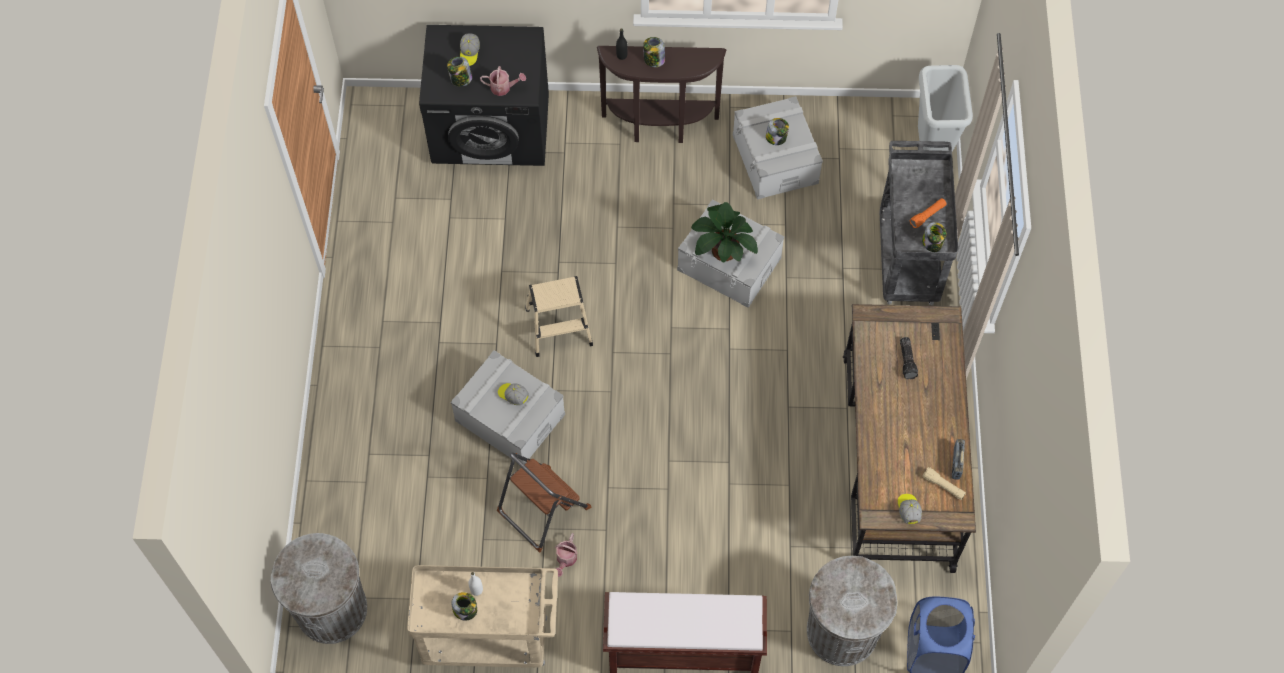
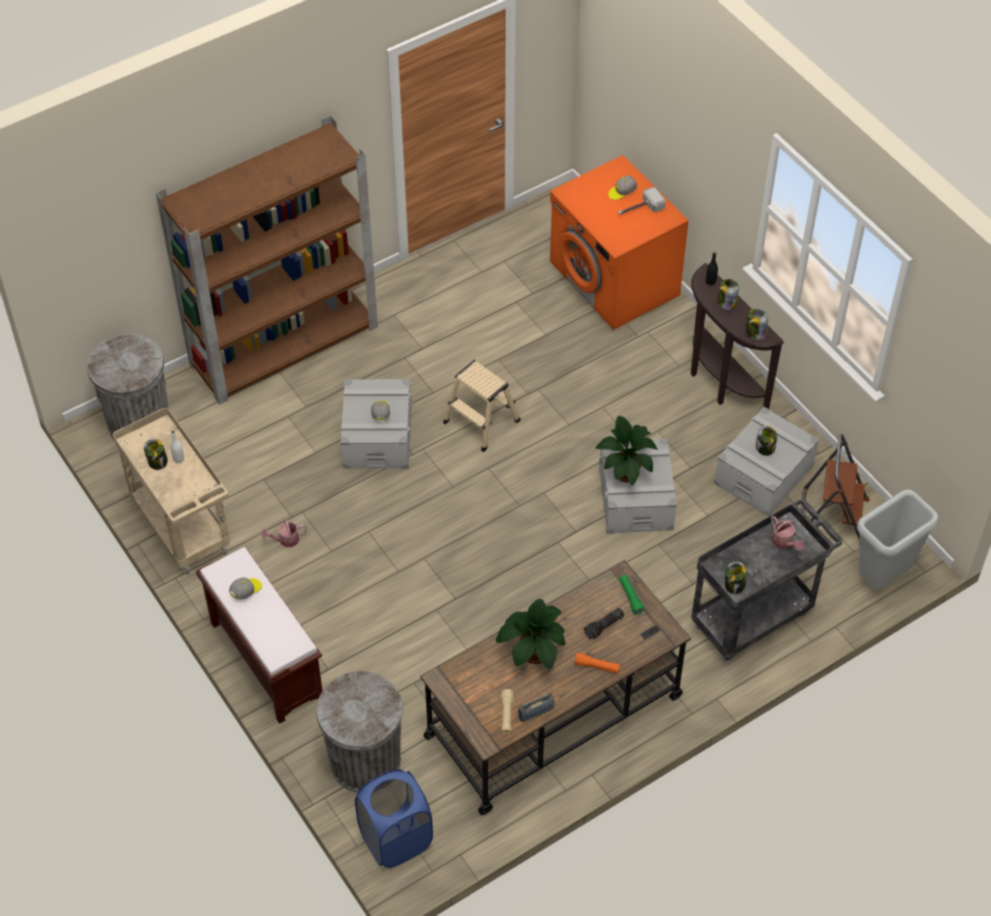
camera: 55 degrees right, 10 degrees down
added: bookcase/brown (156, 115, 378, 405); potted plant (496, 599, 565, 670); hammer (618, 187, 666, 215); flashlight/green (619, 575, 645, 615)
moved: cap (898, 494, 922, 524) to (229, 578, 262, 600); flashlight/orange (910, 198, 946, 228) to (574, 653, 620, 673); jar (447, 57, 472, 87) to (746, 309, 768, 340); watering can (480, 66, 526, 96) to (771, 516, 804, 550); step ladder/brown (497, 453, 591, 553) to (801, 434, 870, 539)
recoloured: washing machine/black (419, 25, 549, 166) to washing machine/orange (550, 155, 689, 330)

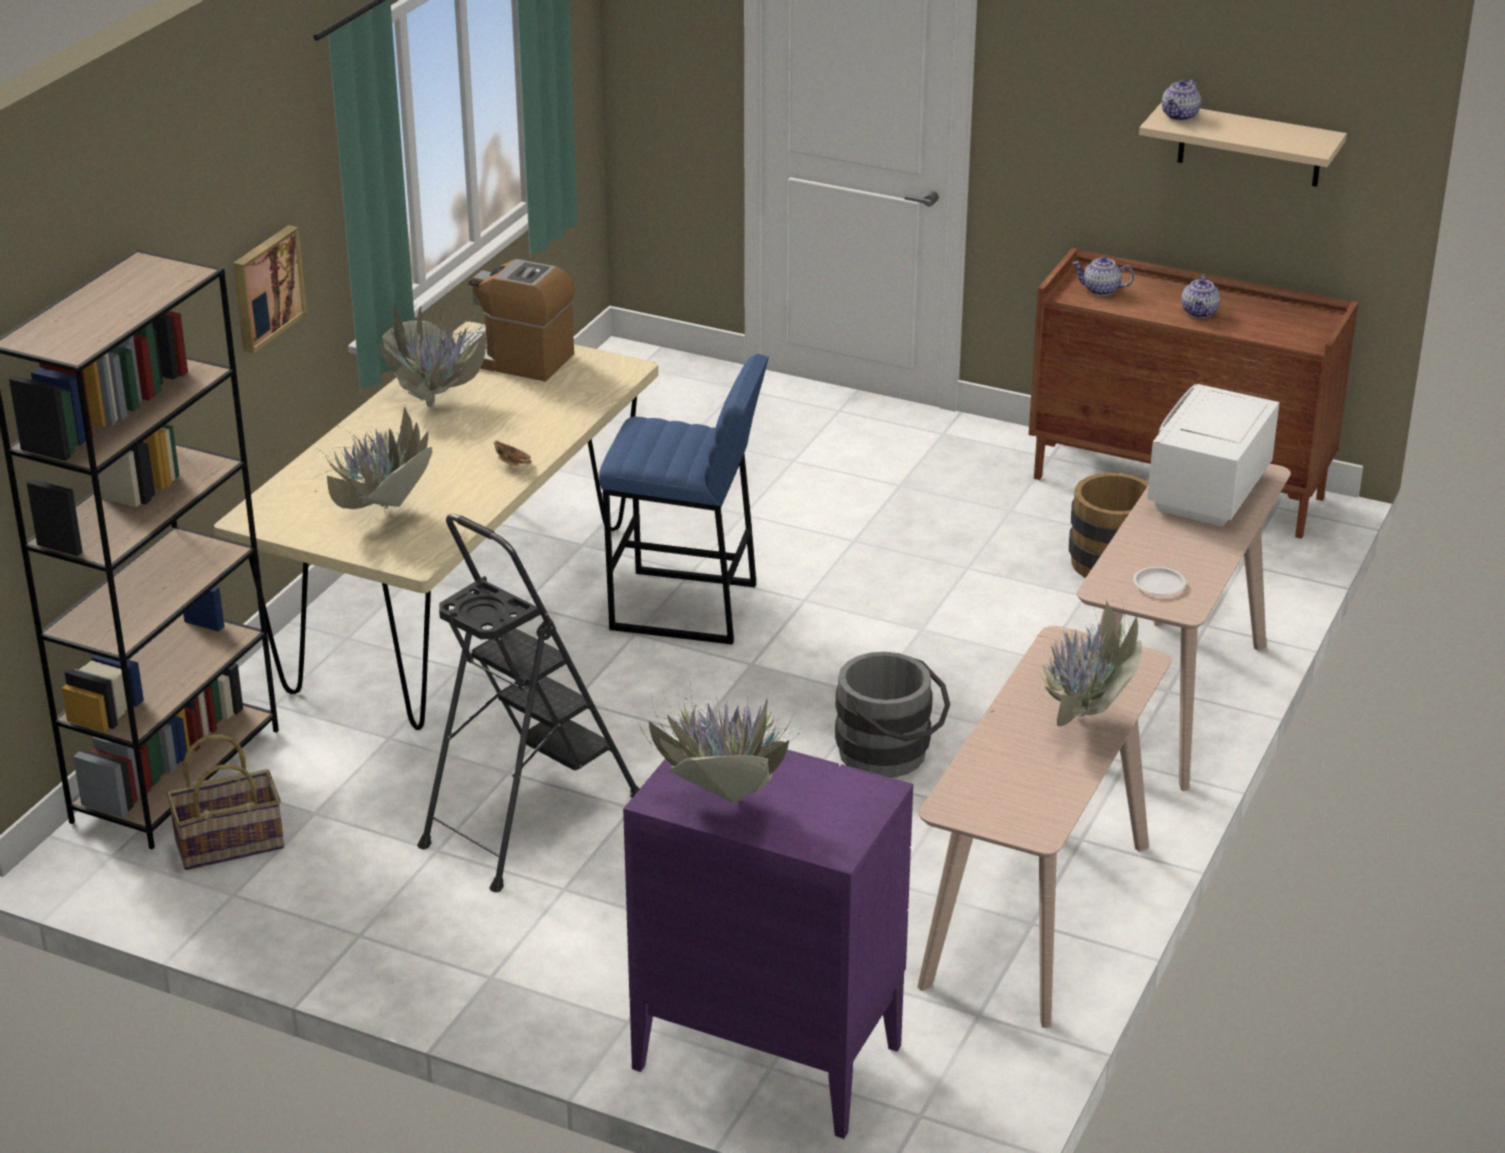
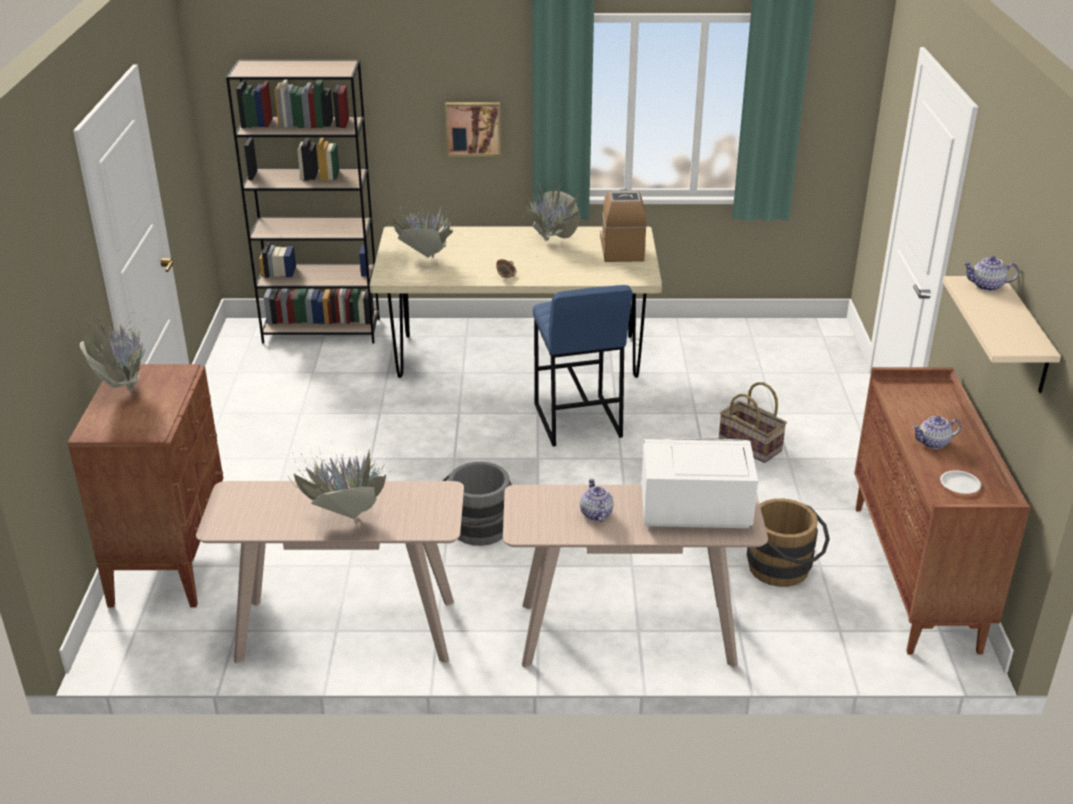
camera: 65 degrees right, 0 degrees up
removed: step ladder (417, 514, 640, 893)
moved: teapot (1072, 256, 1134, 296) to (580, 479, 613, 522); basket (167, 734, 284, 870) to (719, 382, 787, 463); plate/white (1133, 567, 1186, 595) to (940, 470, 981, 494)
recoloured: dresser/purple (623, 726, 913, 1139) to dresser/brown (67, 364, 223, 608)

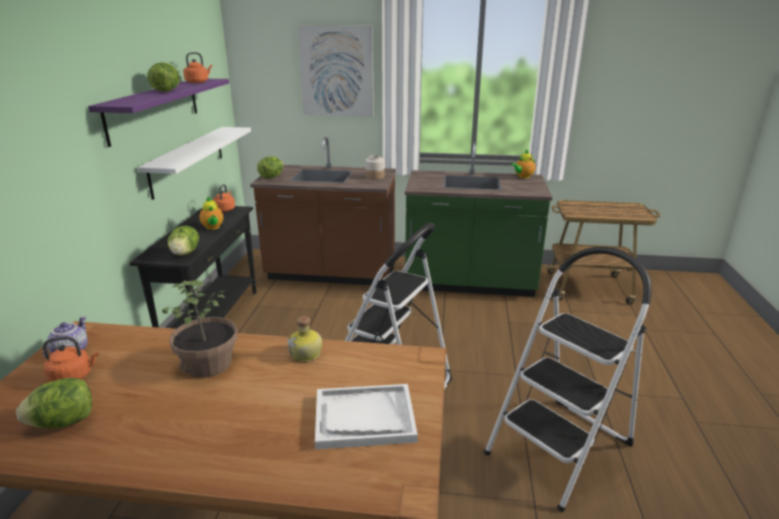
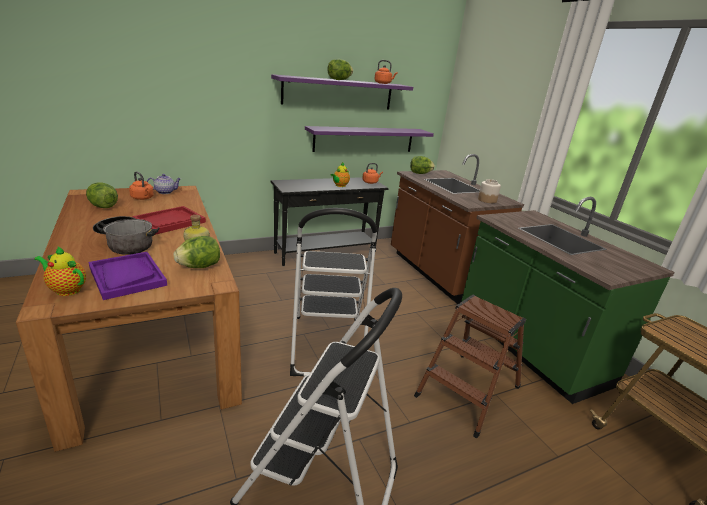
camera: 55 degrees right, 0 degrees up
removed: picture (298, 25, 374, 117)
added: cooking pot (93, 216, 160, 255); step ladder/brown (414, 294, 526, 438)
moved: teapot (511, 150, 535, 178) to (34, 246, 86, 296); lettuce (168, 225, 199, 256) to (173, 236, 220, 268)
replaced: potted plant (162, 280, 237, 378) to tray/red (133, 206, 206, 235)
recoloured: tray/white (315, 384, 418, 450) to tray/purple (89, 252, 167, 300); shelf/white (137, 127, 251, 200) to shelf/purple (305, 126, 434, 152)

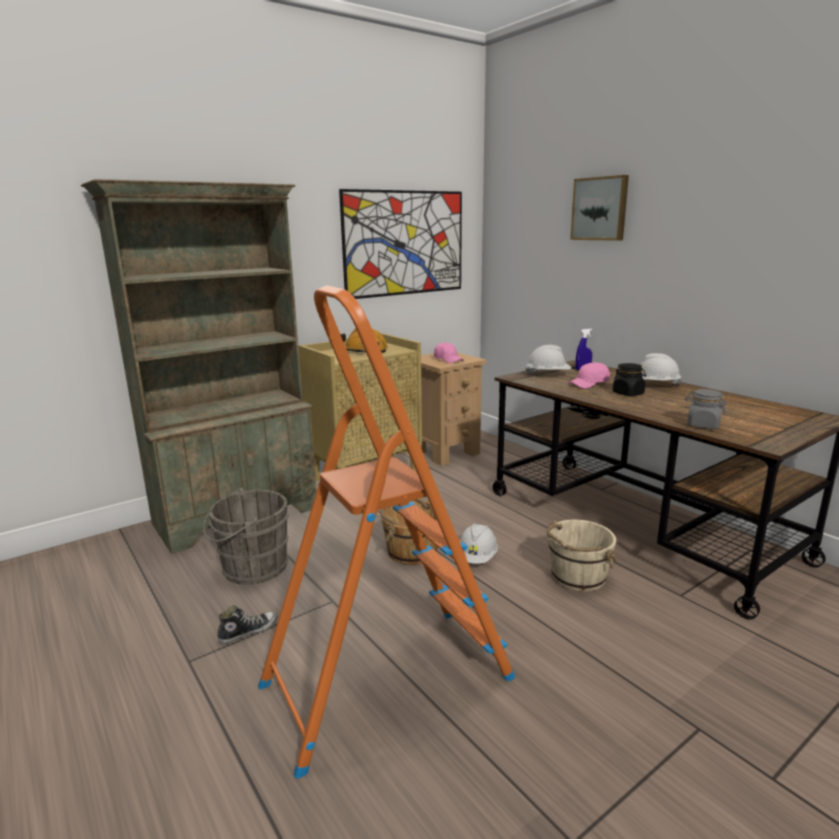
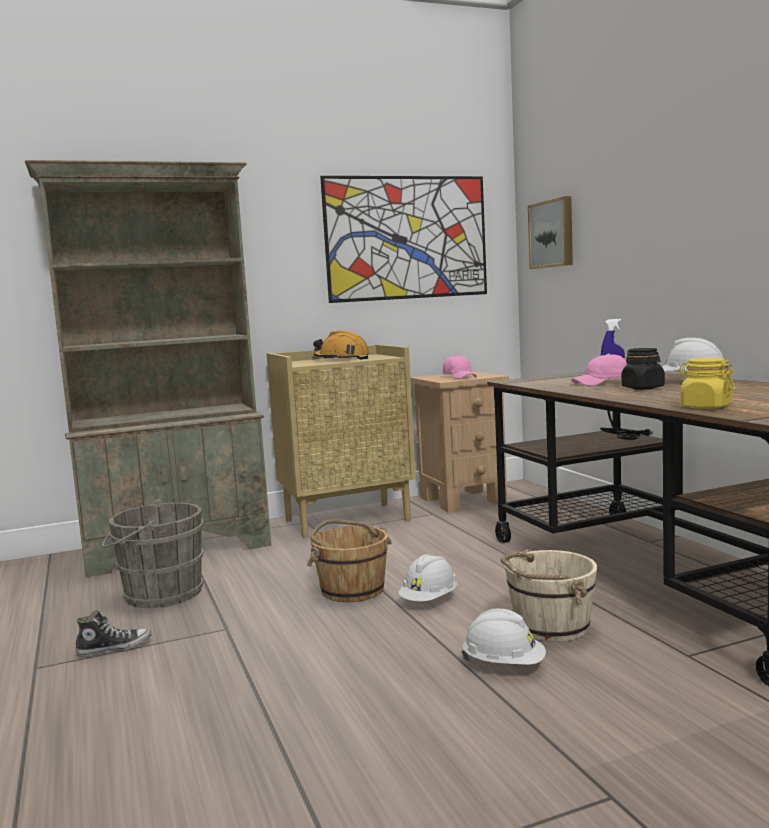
camera: 15 degrees right, 10 degrees down
removed: step ladder/orange (258, 285, 515, 779)
moved: hard hat/white (526, 345, 571, 375) to (461, 608, 546, 665); picture (570, 175, 629, 241) to (528, 196, 573, 269)
recoloured: jar/grey (685, 389, 727, 429) to jar/yellow (677, 358, 735, 409)

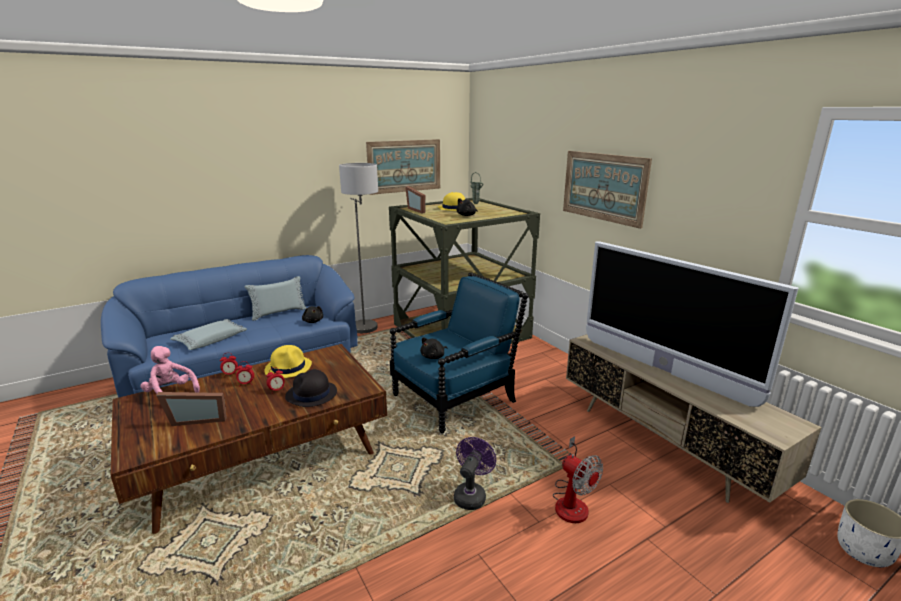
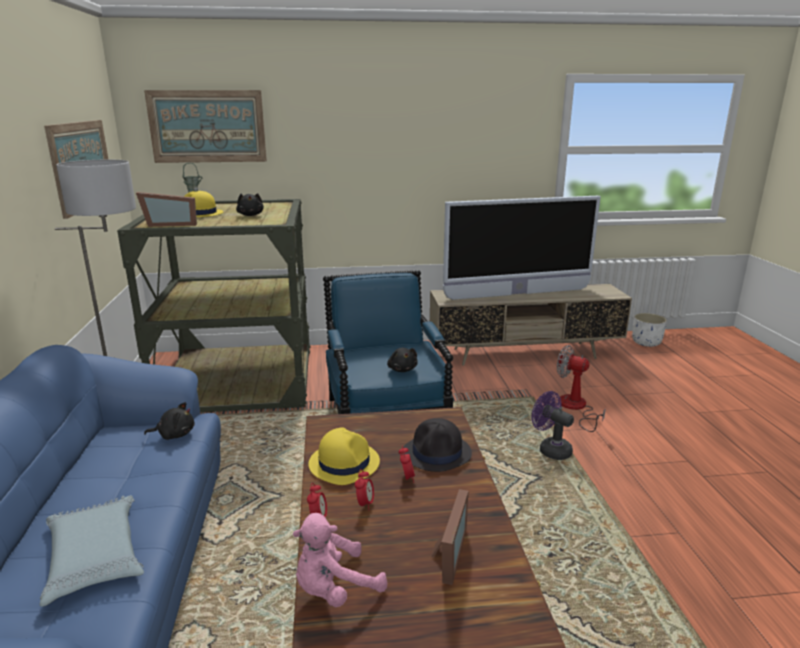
camera: 65 degrees left, 0 degrees up
removed: pillow/blue (245, 276, 306, 321)
moved: picture (563, 151, 652, 229) to (144, 90, 267, 163)
turned: fan (553, 436, 603, 523) = (557, 345, 606, 432) 135 degrees counterclockwise

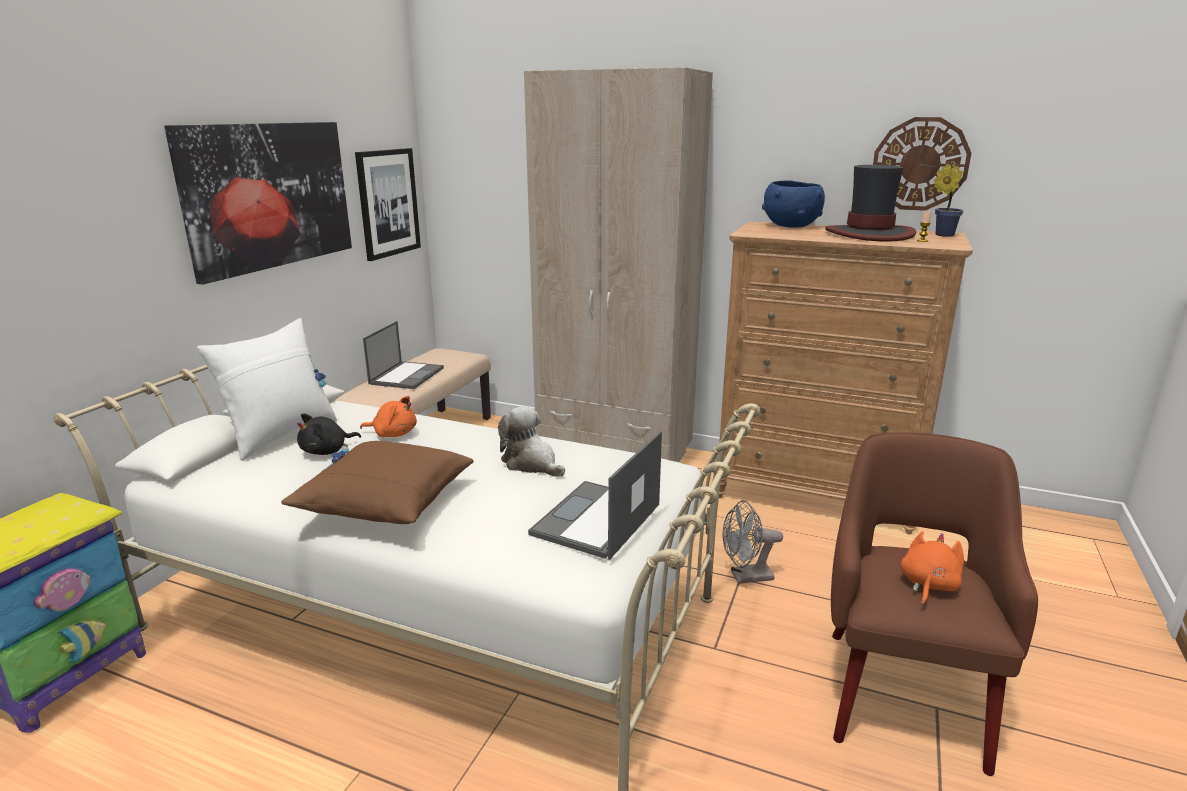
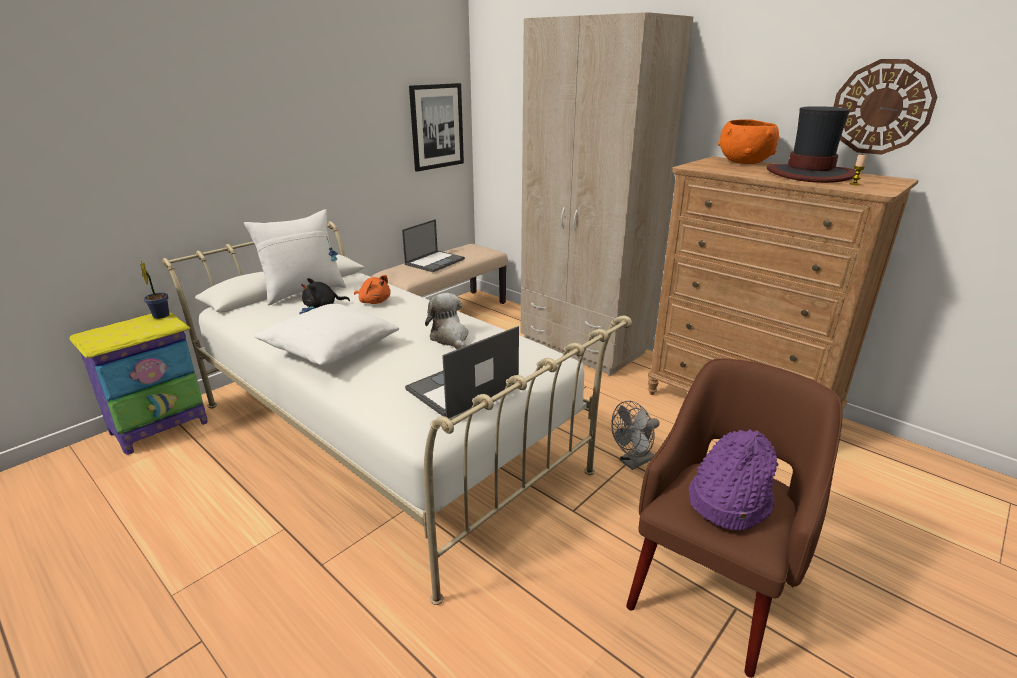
camera: 20 degrees right, 5 degrees up
removed: picture (164, 122, 352, 285)
moved: potted plant (934, 164, 963, 237) to (140, 260, 169, 319)
replaced: plush toy/orange (901, 531, 964, 605) to hat/purple (688, 429, 779, 530)
recoloured: pillow/brown (281, 441, 474, 524) to pillow/white (254, 304, 399, 366); bowl/blue (762, 180, 825, 227) to bowl/orange (718, 119, 779, 164)
turned: fan/grey (723, 500, 783, 584) = (611, 401, 660, 470) 45 degrees counterclockwise

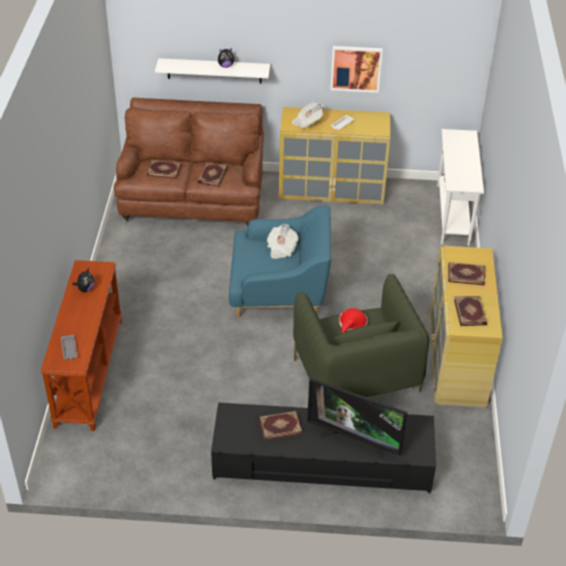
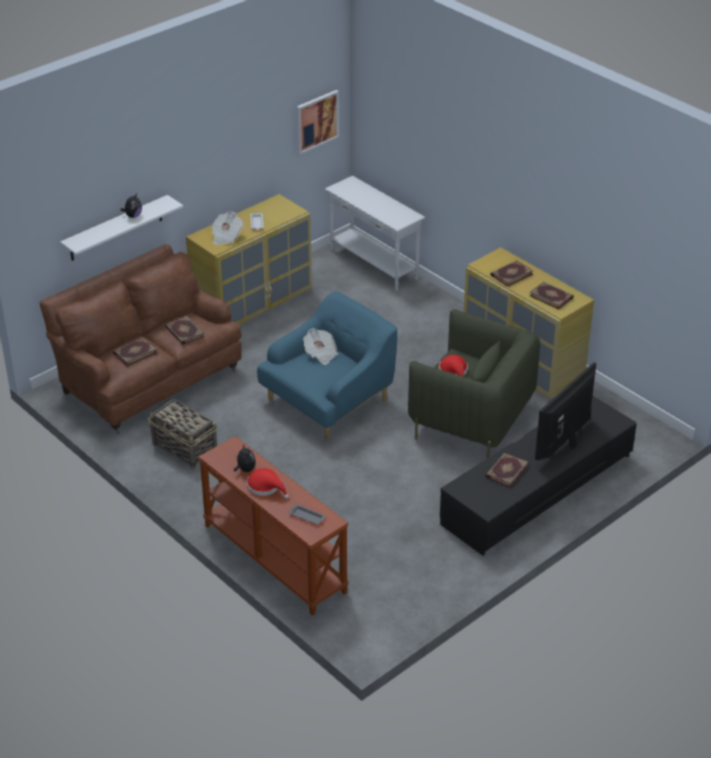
camera: 45 degrees left, 5 degrees down
added: basket (148, 399, 217, 469); hat/red (247, 468, 289, 499)
moved: picture (330, 46, 383, 93) to (297, 90, 339, 154)
turned: television (307, 378, 407, 461) = (535, 362, 596, 460) 150 degrees clockwise

